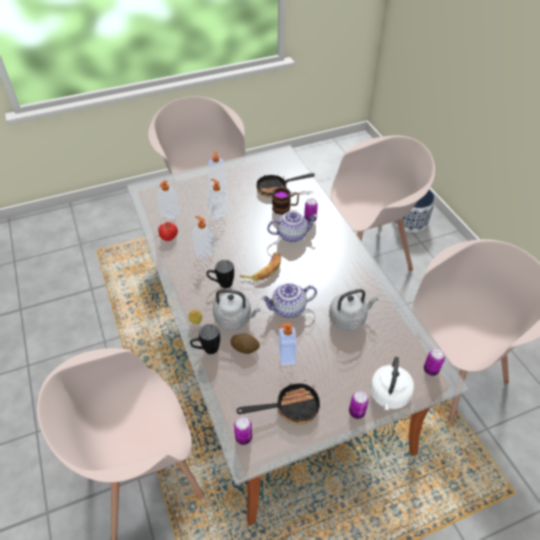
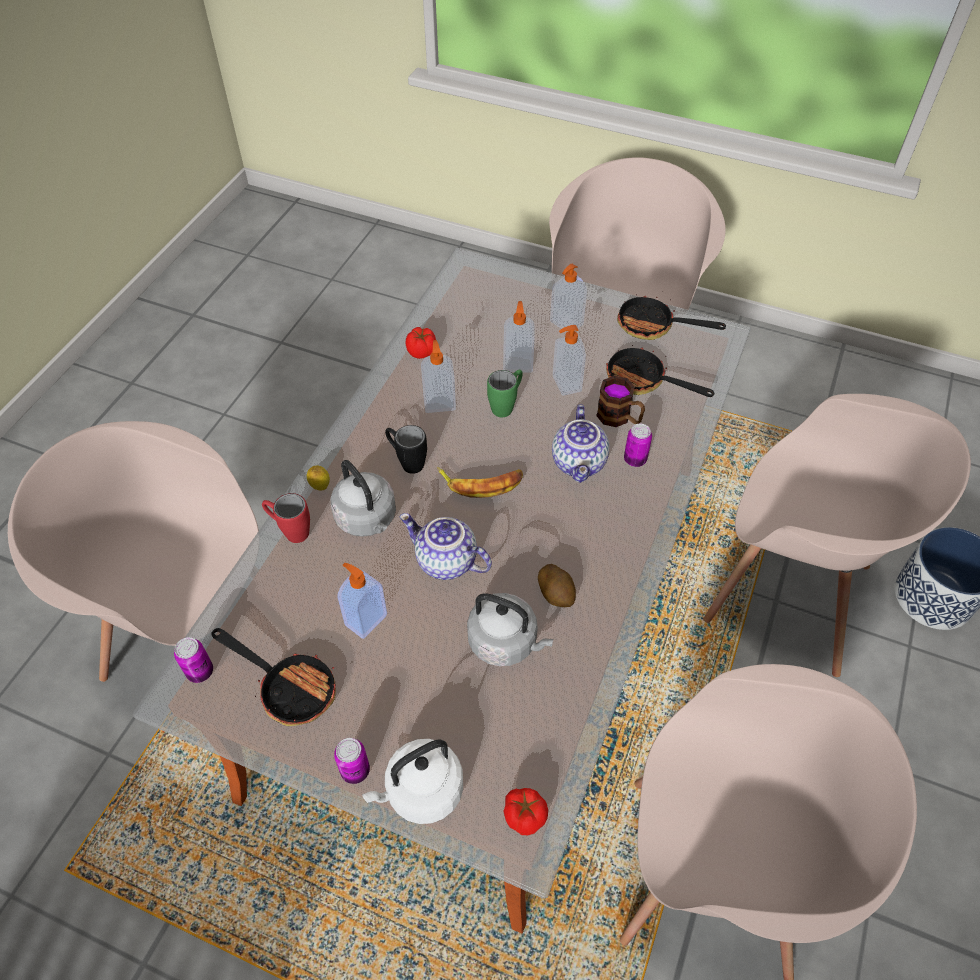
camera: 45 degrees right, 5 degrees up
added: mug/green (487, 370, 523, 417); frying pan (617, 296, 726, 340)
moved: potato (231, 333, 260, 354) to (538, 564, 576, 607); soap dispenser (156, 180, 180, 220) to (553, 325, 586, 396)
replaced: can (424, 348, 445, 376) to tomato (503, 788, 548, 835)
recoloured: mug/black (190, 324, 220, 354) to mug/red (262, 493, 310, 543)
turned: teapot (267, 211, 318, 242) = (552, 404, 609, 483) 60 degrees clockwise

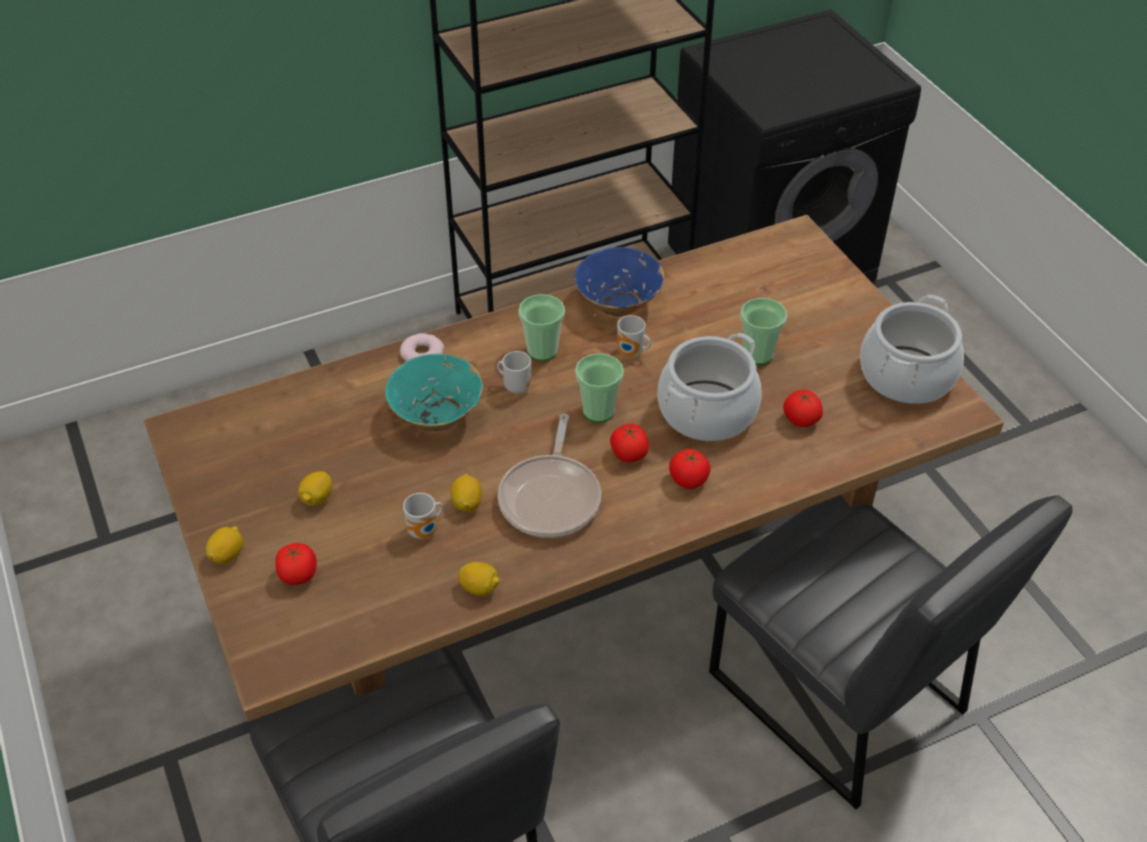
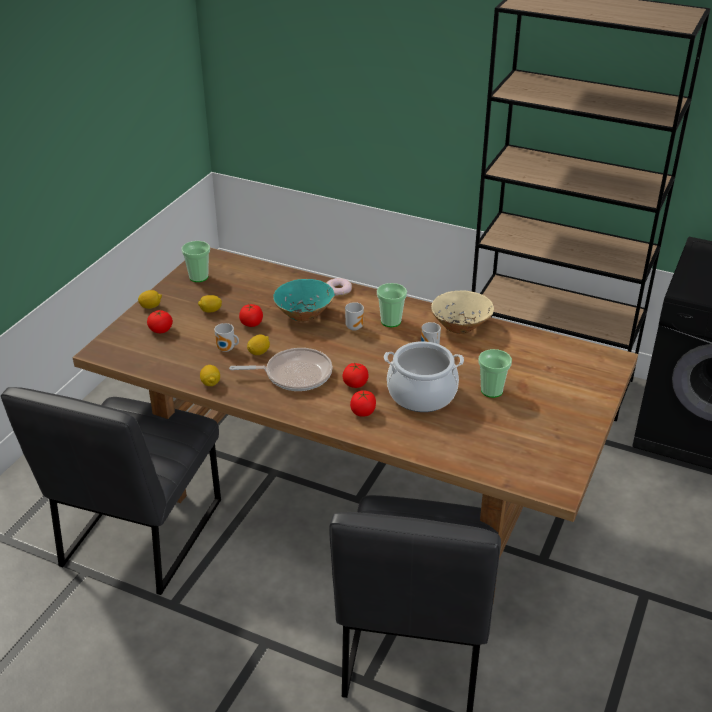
camera: 50 degrees right, 10 degrees down
removed: cooking pot (860, 295, 964, 404)
moved: cup (575, 353, 624, 422) to (181, 241, 210, 282); tomato (783, 390, 823, 427) to (239, 304, 263, 327)
recoloured: bowl/blue (575, 247, 665, 316) to bowl/beige (431, 290, 494, 334)
turned: frying pan (497, 414, 601, 538) = (229, 348, 333, 391) 150 degrees counterclockwise

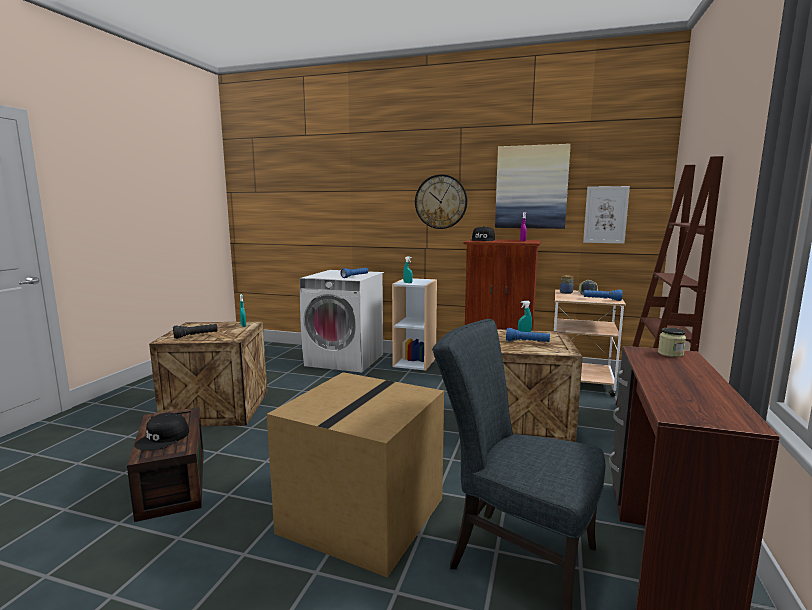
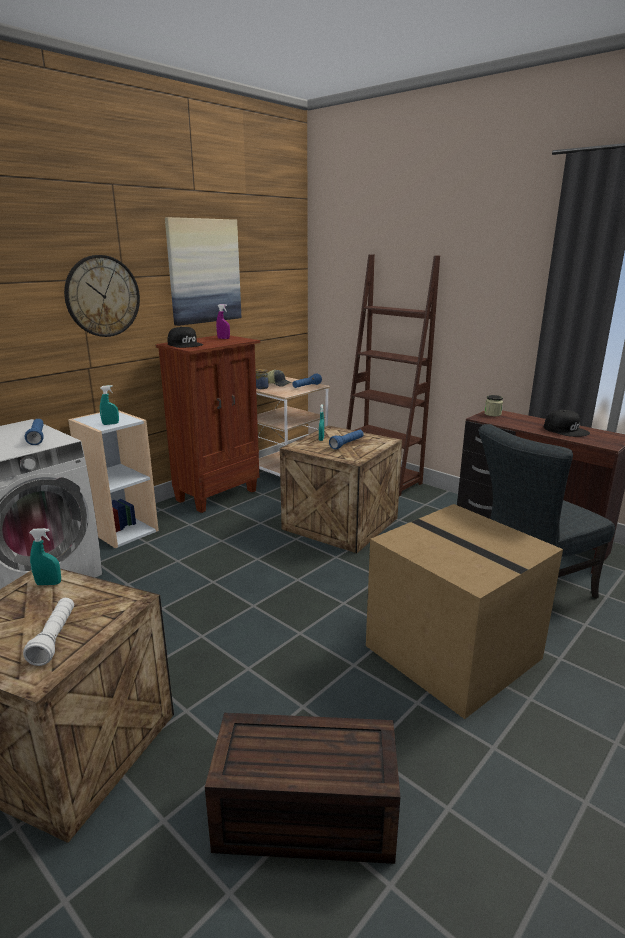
camera: 65 degrees left, 10 degrees up
removed: picture (583, 186, 630, 244)
moved: cap/black (134, 413, 189, 451) to (544, 410, 590, 437)
recoloured: flashlight/black (173, 324, 217, 339) to flashlight/white (23, 598, 74, 666)

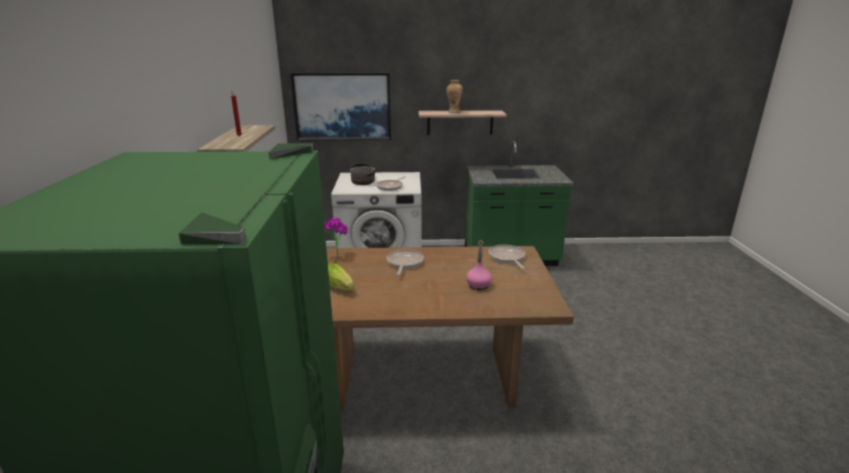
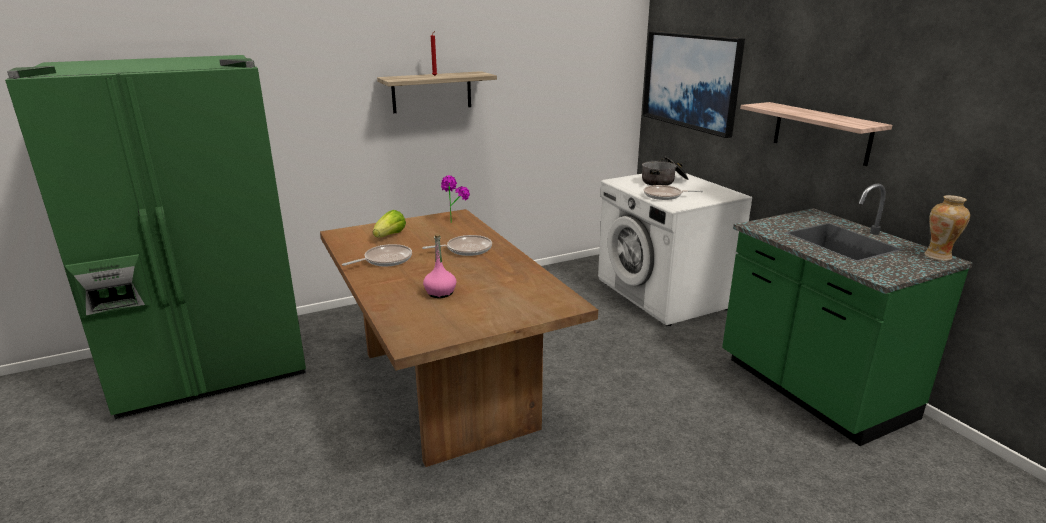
camera: 65 degrees right, 0 degrees up
moved: frying pan (488, 245, 525, 269) to (342, 244, 412, 266); vase (446, 80, 463, 113) to (924, 195, 970, 261)

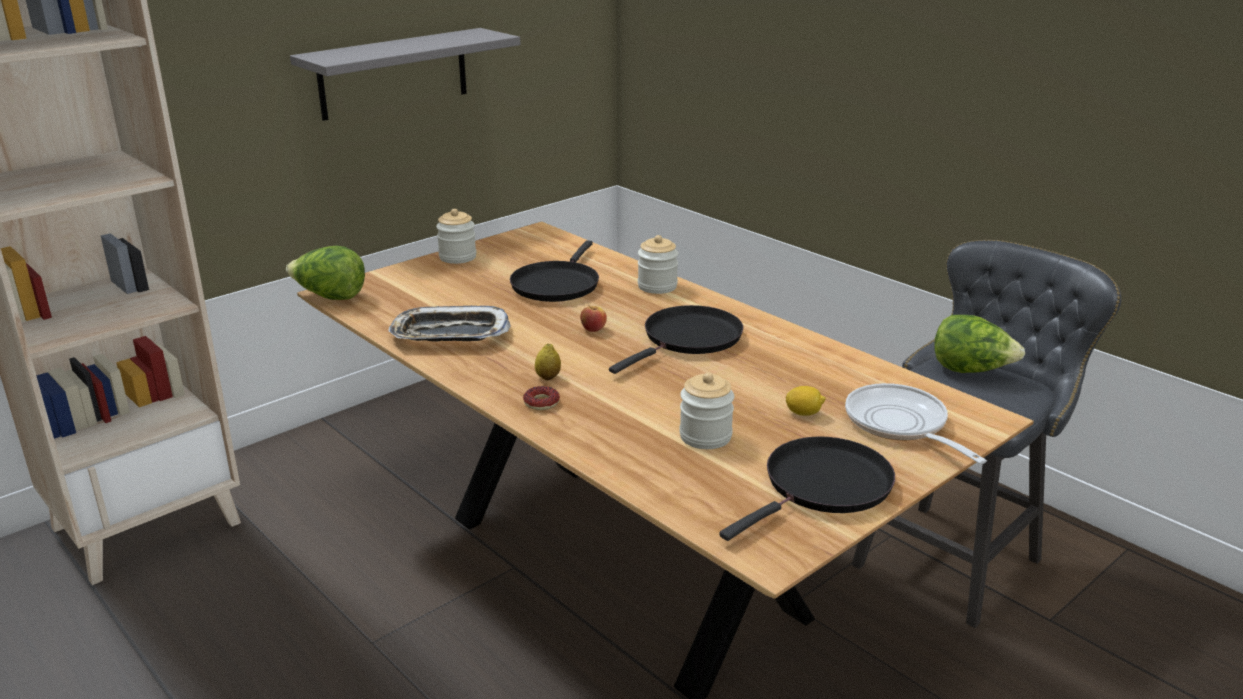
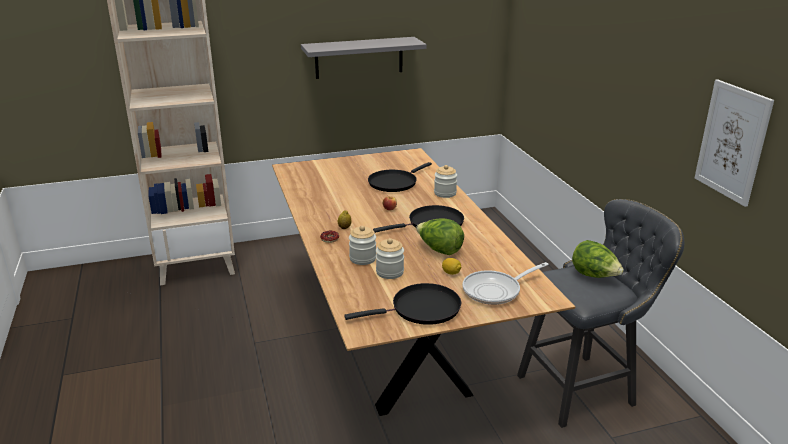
camera: 25 degrees right, 0 degrees up
removed: tray (389, 306, 511, 341)
added: picture (695, 79, 774, 207)
moved: jar (436, 209, 476, 264) to (349, 226, 377, 265); lettuce (286, 246, 365, 300) to (416, 219, 464, 255)
turned: frying pan (845, 383, 987, 464) = (462, 262, 549, 305) 120 degrees counterclockwise

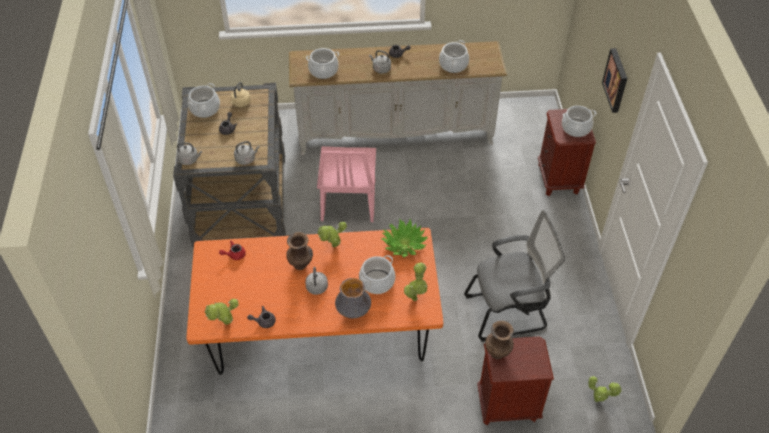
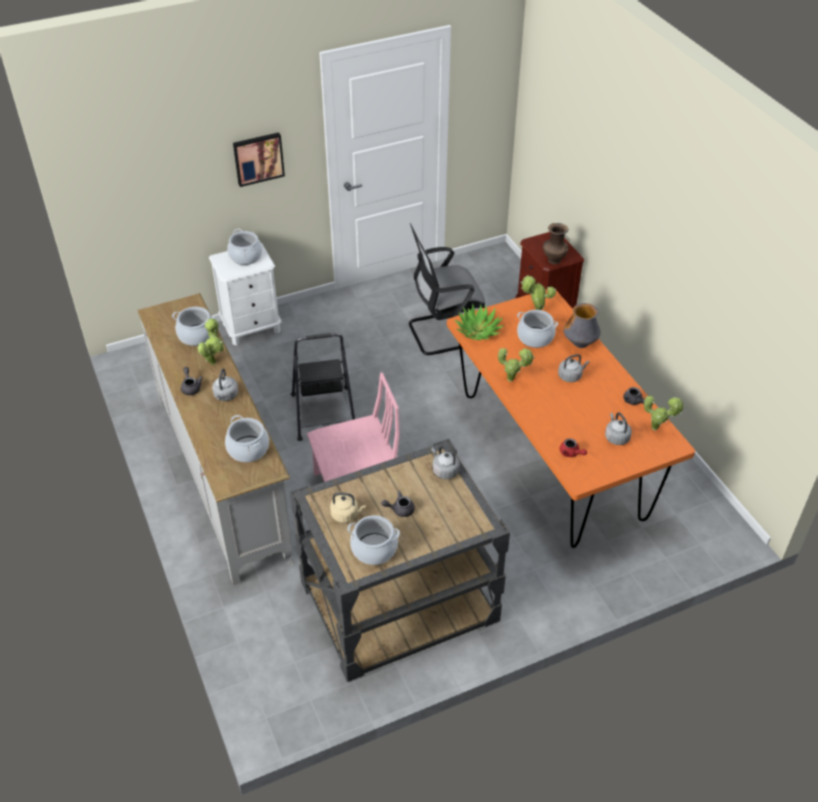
camera: 110 degrees left, 5 degrees down
removed: vase/brown (286, 232, 313, 270)
added: step ladder/black (291, 333, 355, 441)
moved: potted plant (588, 376, 622, 403) to (198, 319, 224, 365); kettle/grey (177, 142, 202, 165) to (605, 412, 632, 445)
recoloured: nightstand/brown (538, 109, 596, 196) to nightstand/white (209, 243, 282, 346)
turned: chair (464, 210, 565, 342) = (409, 223, 485, 355) 75 degrees counterclockwise

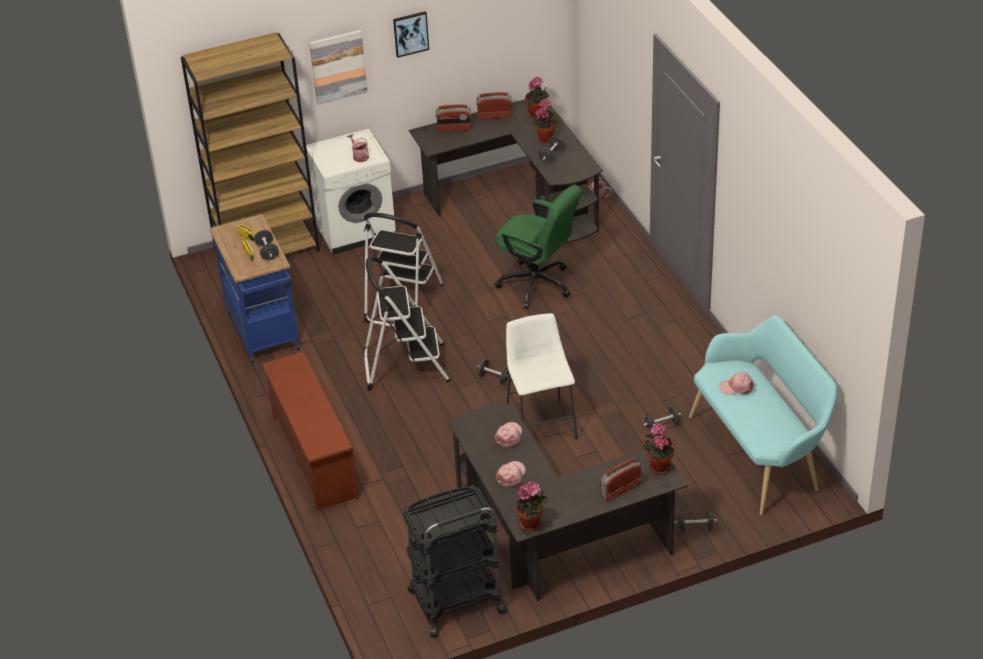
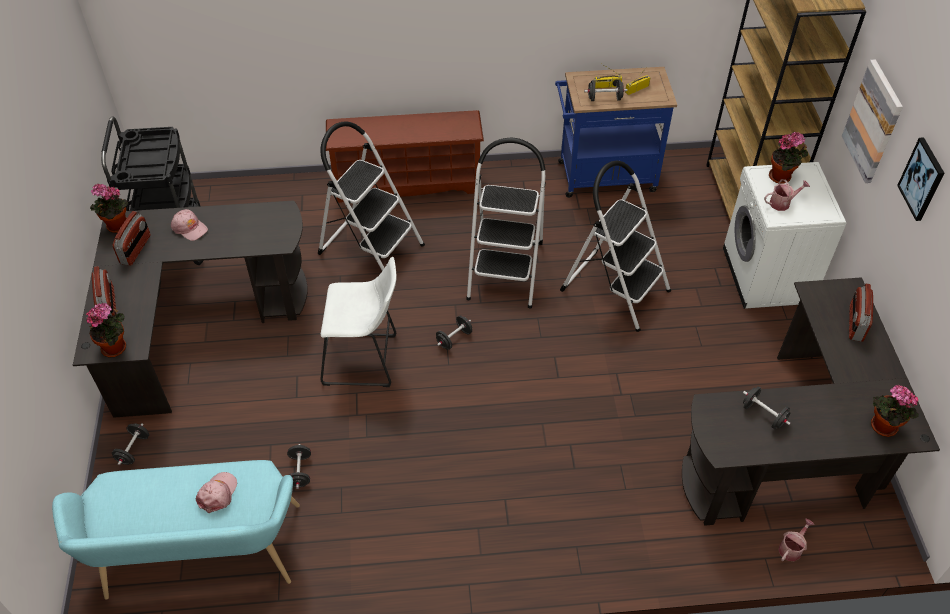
camera: 105 degrees right, 10 degrees up
removed: office chair/green (495, 185, 582, 309); cap/pink (495, 422, 522, 448)
added: step ladder (318, 121, 425, 271)
moved: radio (476, 92, 512, 120) to (113, 211, 150, 266); potted plant (532, 99, 560, 144) to (769, 132, 808, 184)

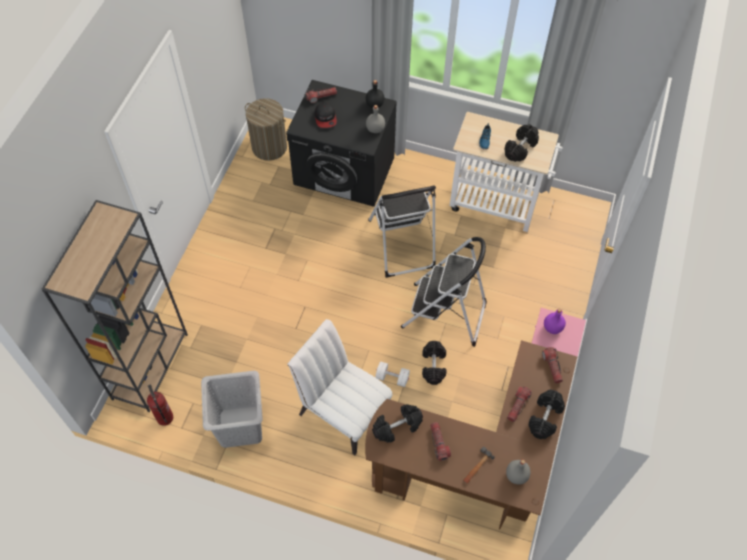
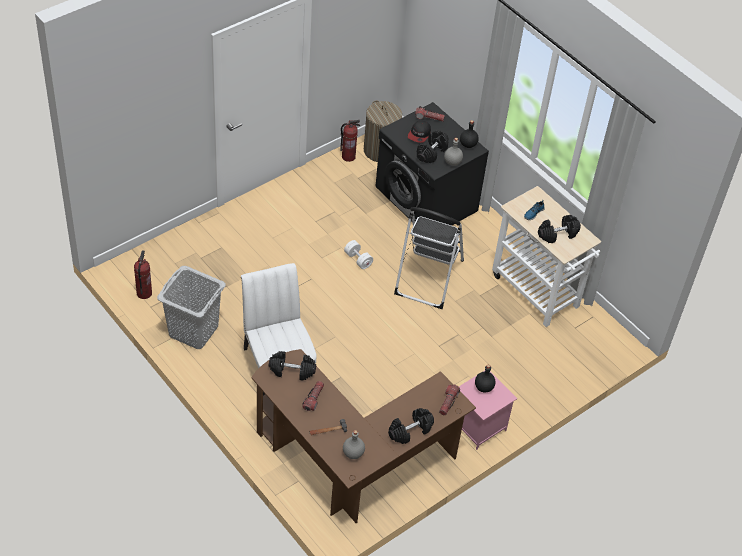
camera: 30 degrees right, 10 degrees down
removed: bookcase (42, 200, 188, 412); step ladder (401, 237, 487, 347); flashlight (507, 387, 532, 422)
added: fire extinguisher (340, 120, 360, 162)
moved: dumbbell/white (375, 361, 410, 387) to (344, 240, 373, 269); dumbbell/black (422, 341, 446, 385) to (417, 131, 449, 163)
recoloured: bottle/purple (544, 309, 566, 334) to bottle/black (475, 365, 495, 392)

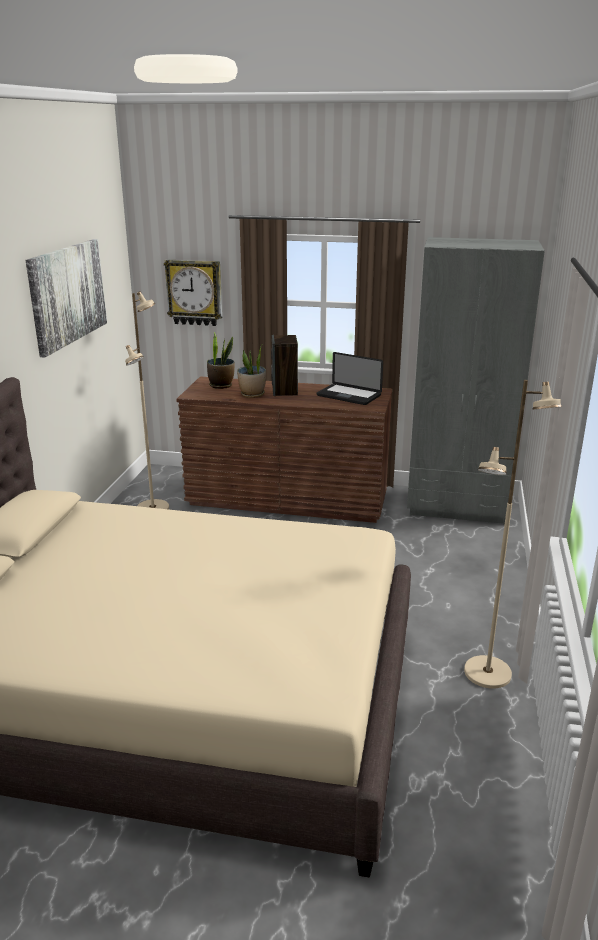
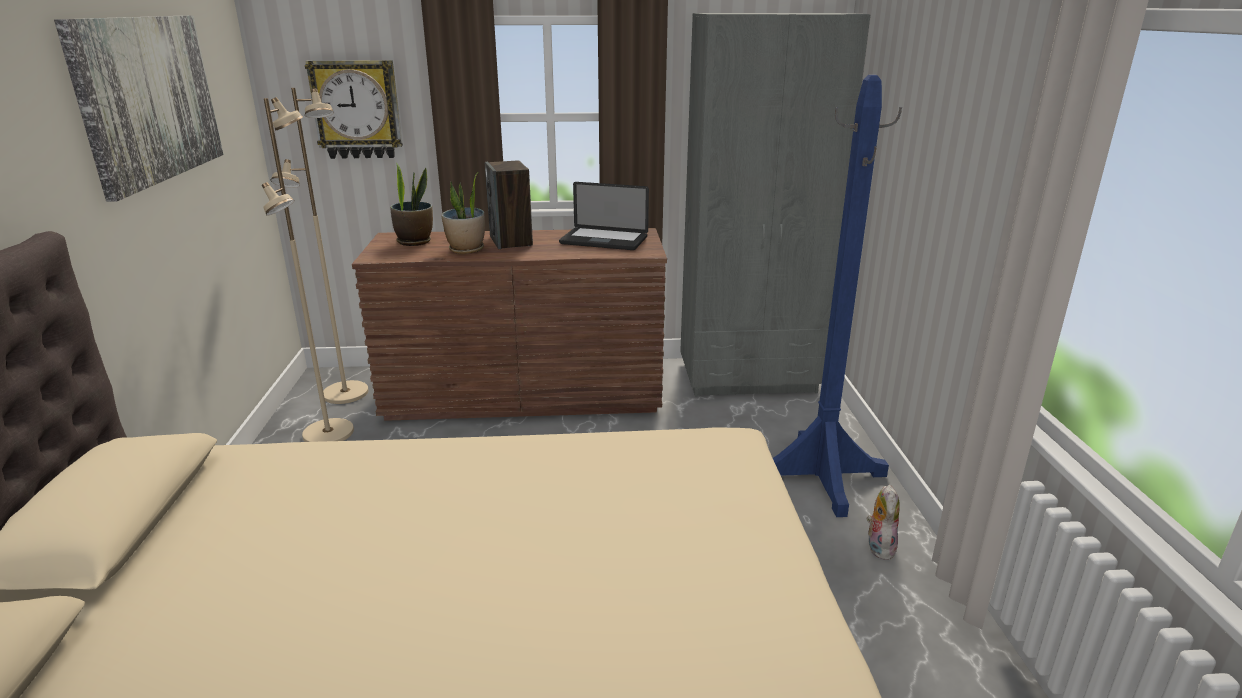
camera: 15 degrees left, 0 degrees up
added: clothes rack/blue (773, 75, 902, 517); plush toy (867, 485, 900, 560)
moved: floor lamp/beige (464, 380, 562, 689) to (270, 88, 369, 404)

